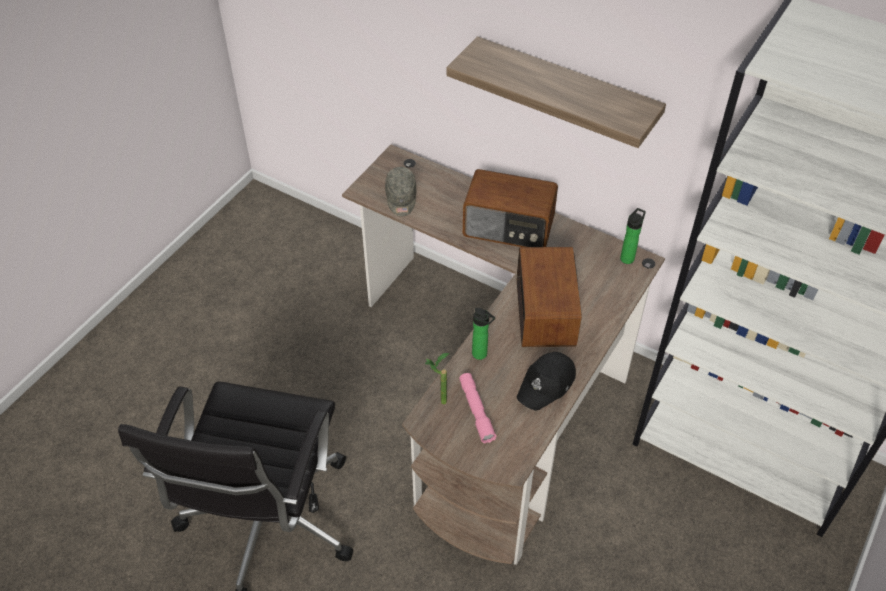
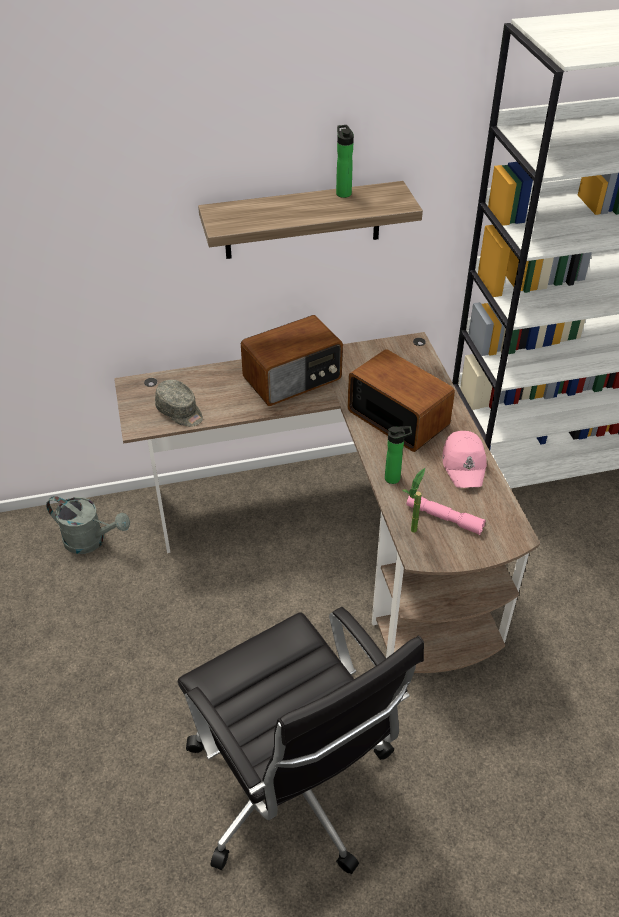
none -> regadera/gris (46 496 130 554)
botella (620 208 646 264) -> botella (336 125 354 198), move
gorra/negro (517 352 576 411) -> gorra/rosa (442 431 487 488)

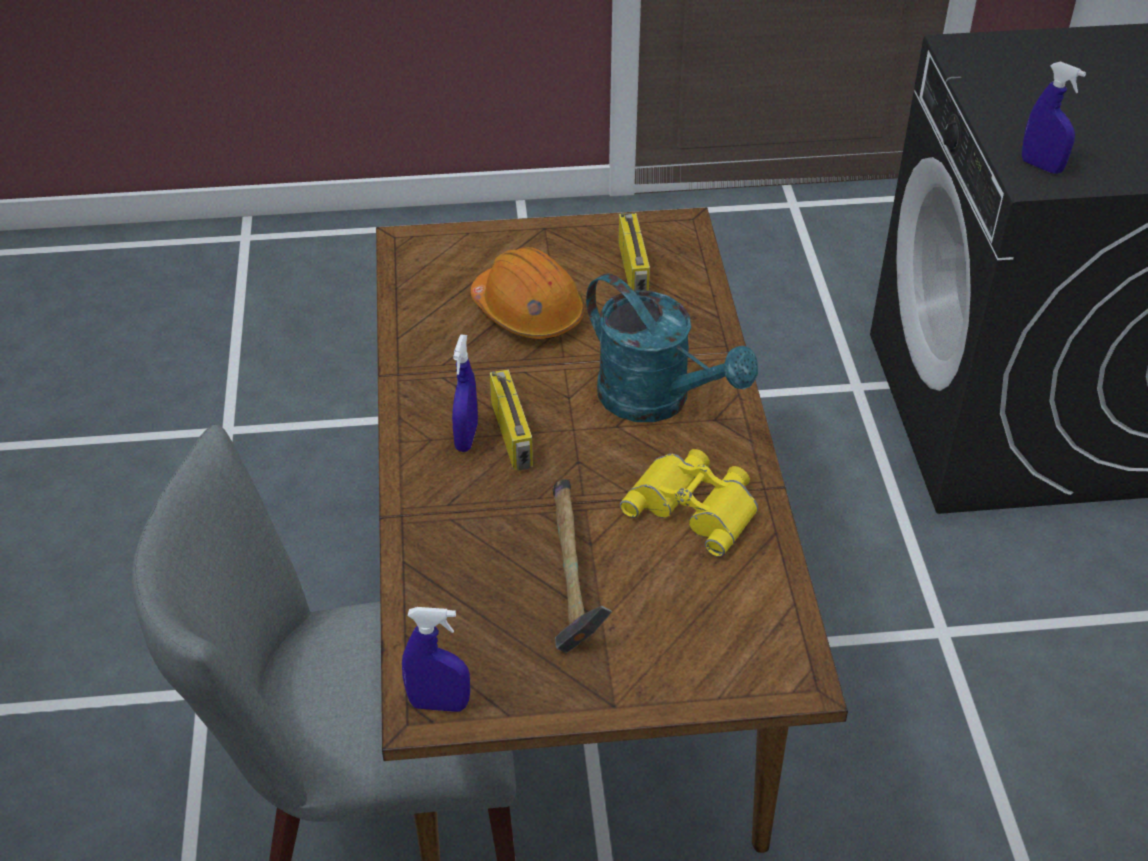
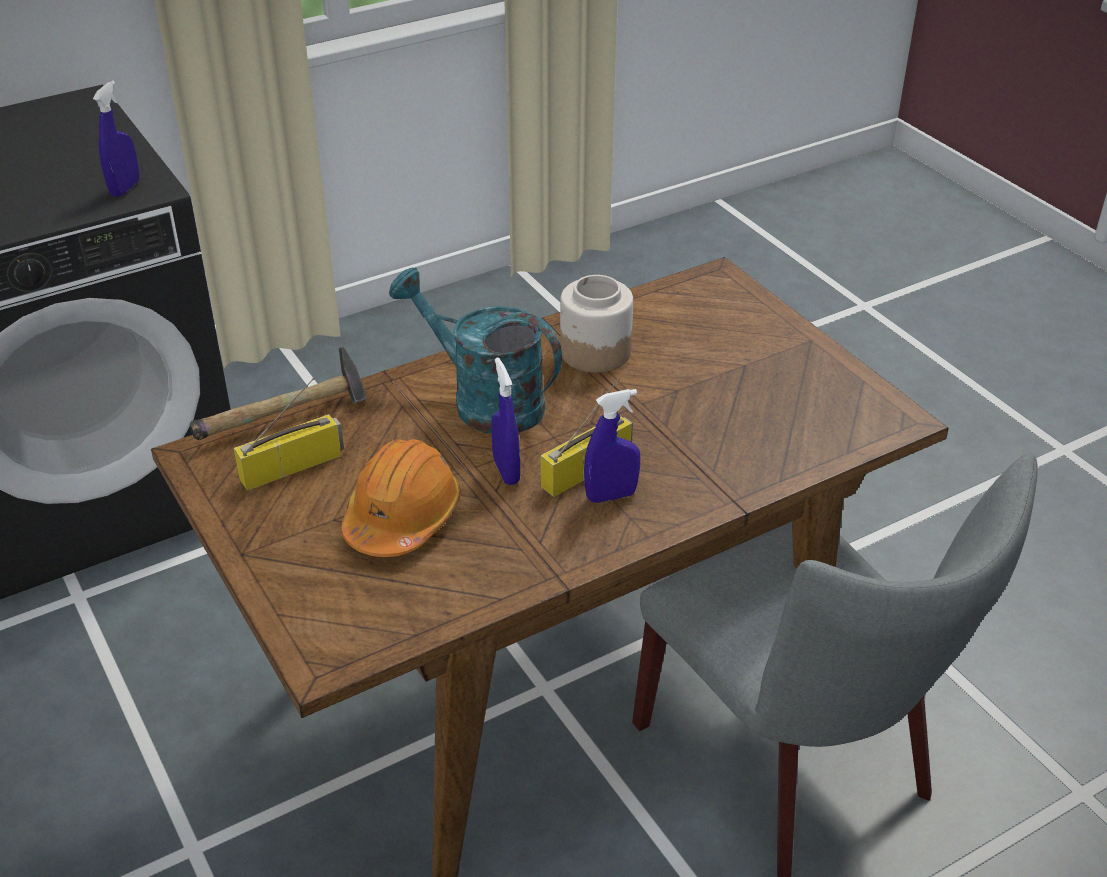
pulverizador/azul (402 607 470 712) -> pulverizador/azul (491 357 520 485), move
martillo (552 479 612 653) -> martillo (190 346 367 440), move
prismáticos/amarillo (620 449 758 557) -> tarro (560 275 633 373)
regadera/turquesa (586 273 758 422) -> regadera/turquesa (389 267 562 434), 75 degrees counterclockwise

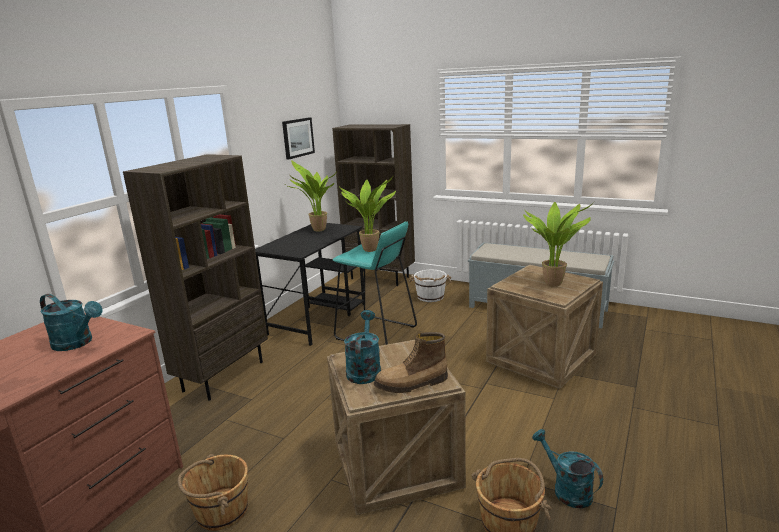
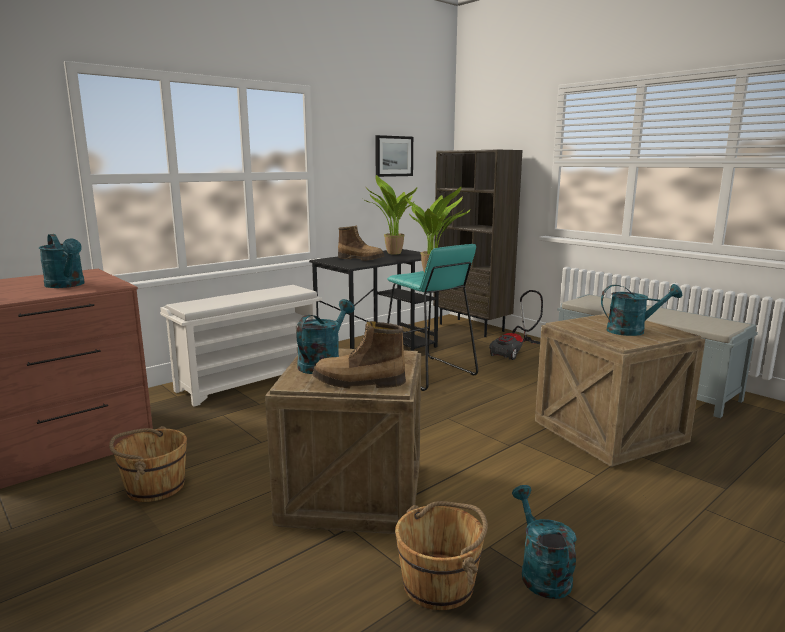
none -> bota (338 225 384 261)
estantería/marrón (123 154 268 401) -> zapatero/blanco (160 285 322 407)
cubo/blanco (409 270 451 302) -> aspiradora (489 290 543 360)
planta en maceta (523 201 595 287) -> regadera/turquesa (601 284 682 336)

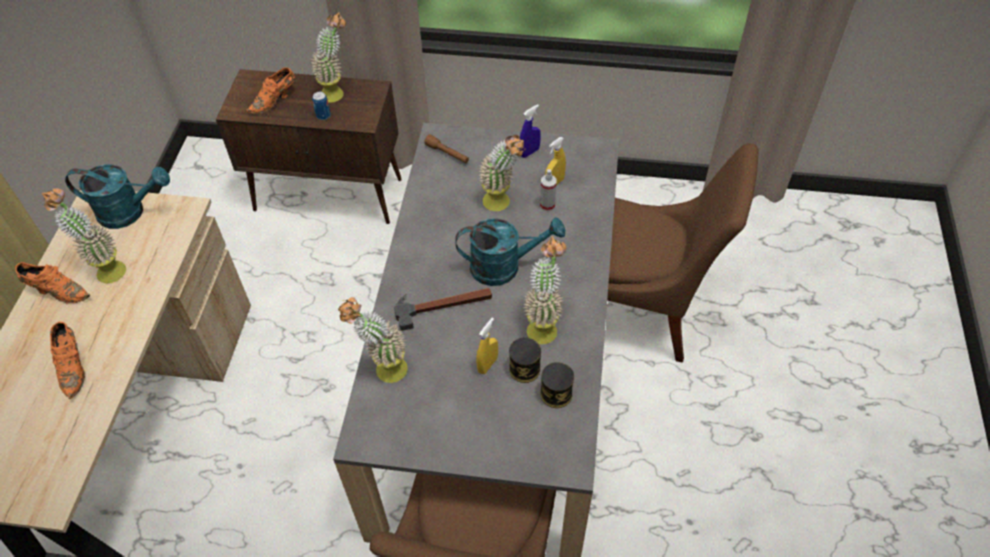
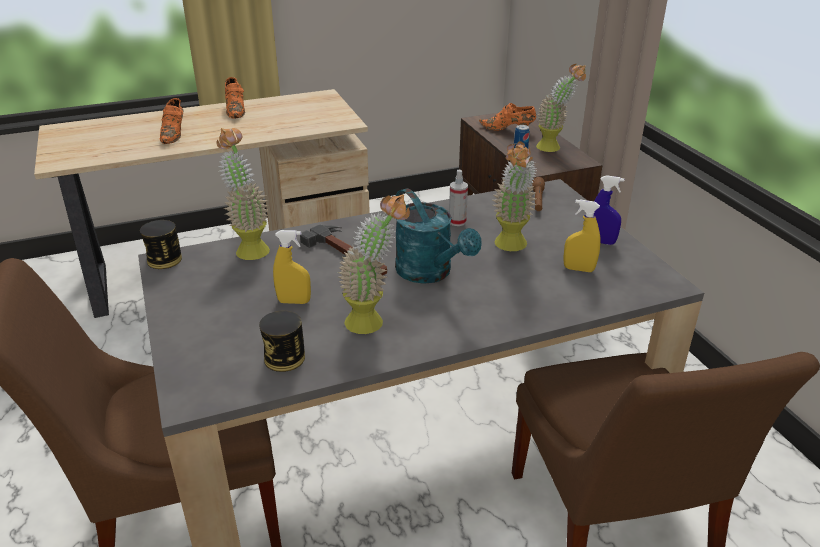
planta en maceta (42 189 126 283) -> none
regadera/turquesa (65 164 170 229) -> none
lata (509 337 541 383) -> lata (140 220 182 269), move
pulverizador (540 169 557 211) -> pulverizador (449 170 468 226), move
zapato/naranja (50 322 85 399) -> zapato/naranja (160 98 184 144), 45 degrees counterclockwise

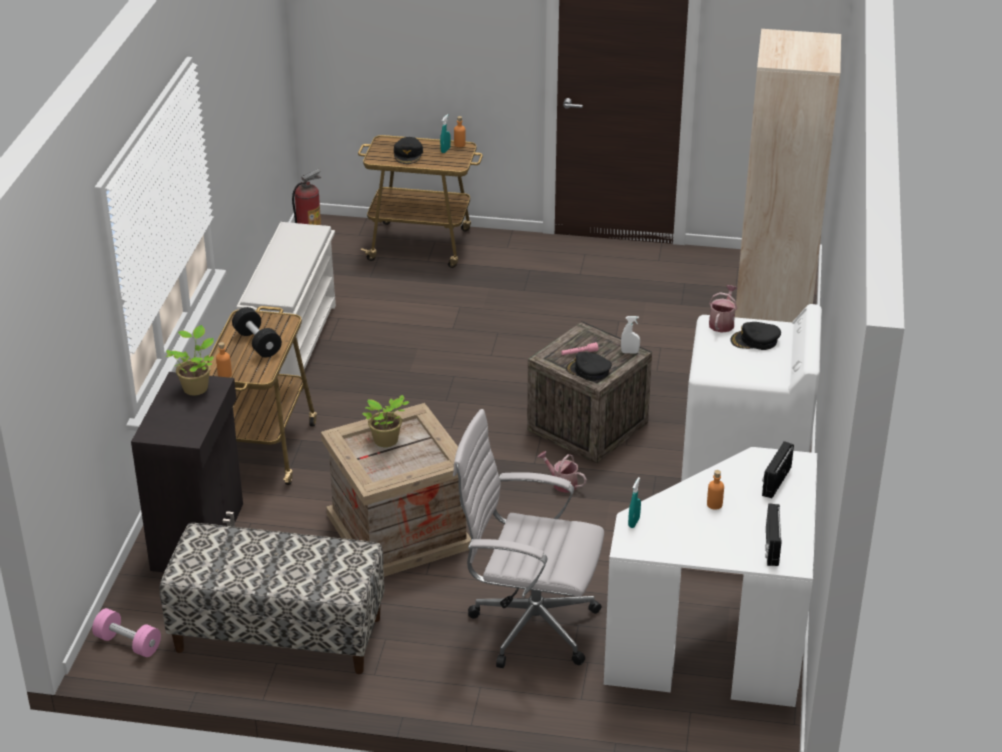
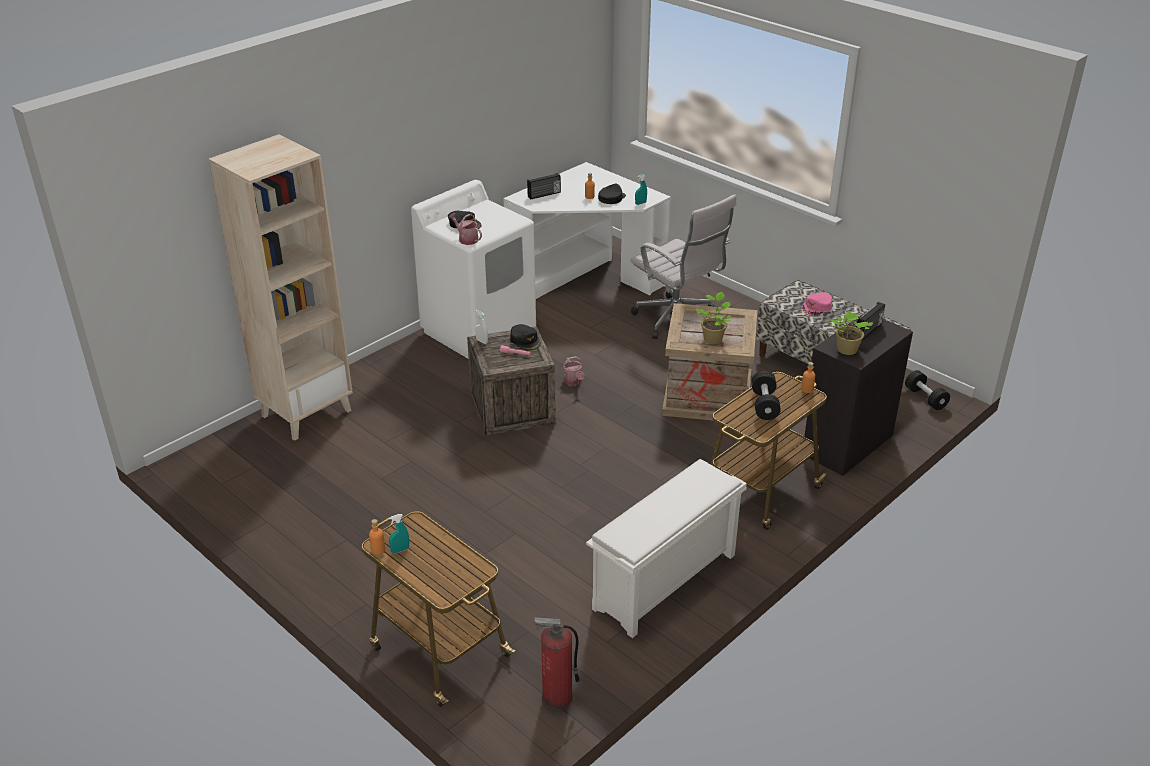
none -> gorra/rosa (801 292 832 315)
gorra/negro (394 137 423 164) -> gorra/negro (598 184 626 204), move
radio (765 503 782 566) -> radio (856 302 885 340), move
mancuerna/rosa (92 608 161 657) -> mancuerna/negro (905 370 950 410)
regadera (709 285 737 333) -> regadera (448 213 482 245), 75 degrees clockwise

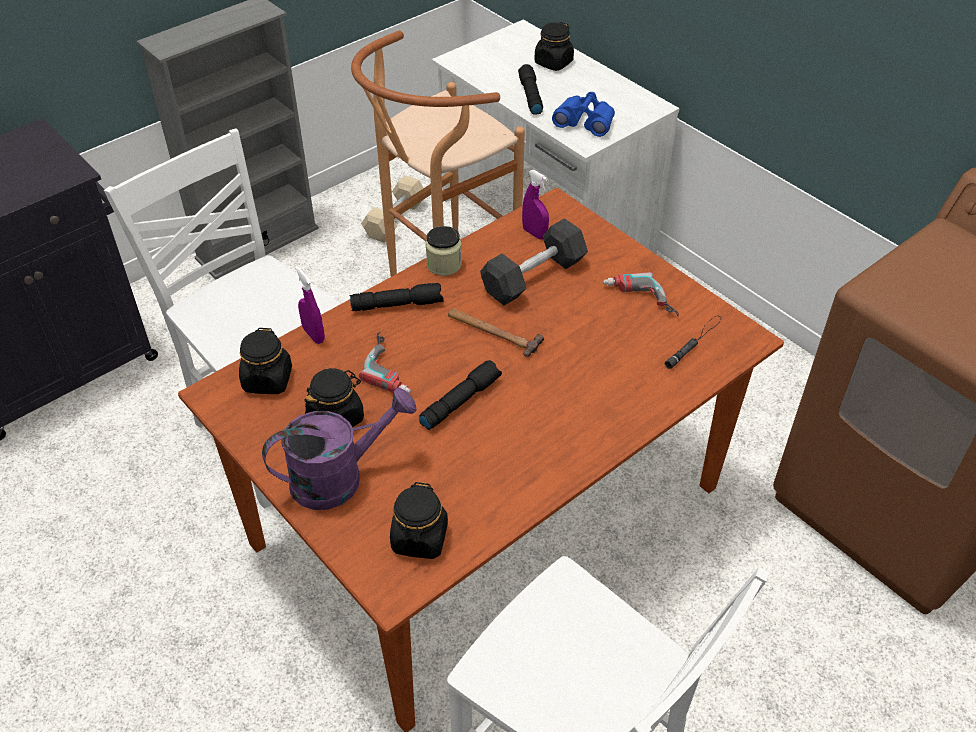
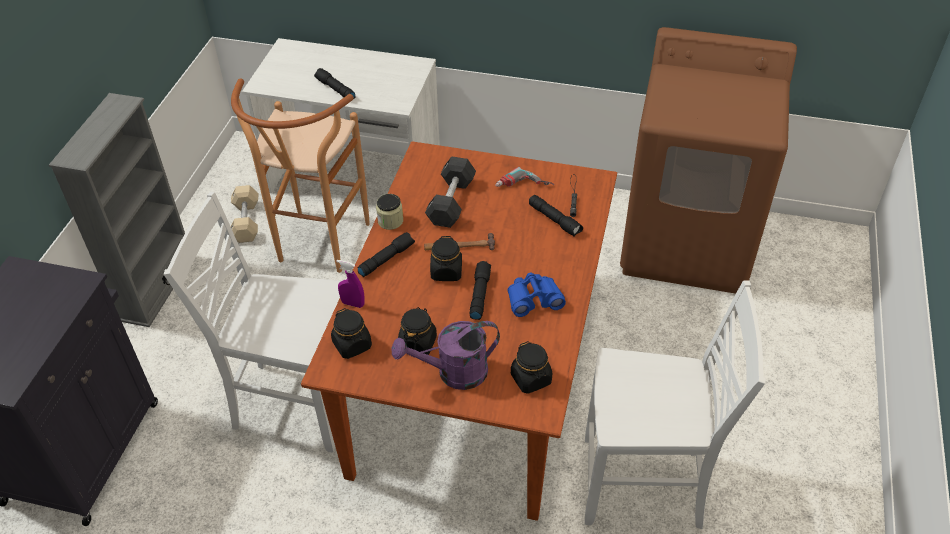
taladro (359 331 411 393) -> none
pulverizador/morado (522 170 549 240) -> none
none -> linterna/negro (529 195 583 237)
tarro/negro (534 22 574 71) -> tarro/negro (430 236 462 281), move
prismáticos/azul (552 92 615 137) -> prismáticos/azul (507 272 566 317), move
regadera/morado (262 388 417 510) -> regadera/morado (392 321 500 390), 135 degrees counterclockwise

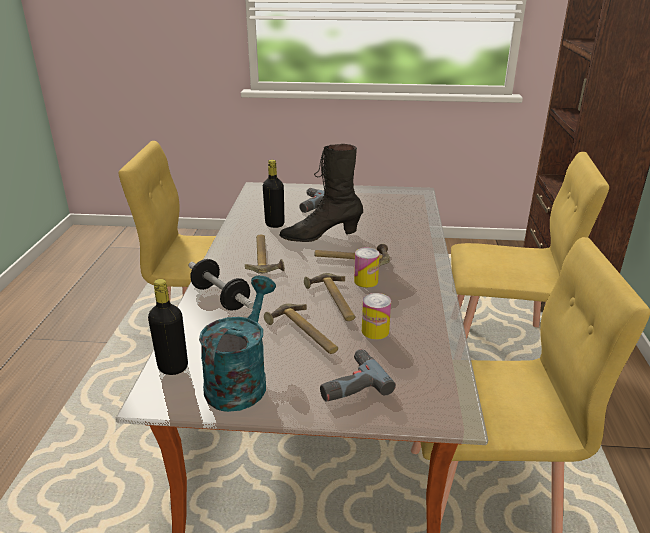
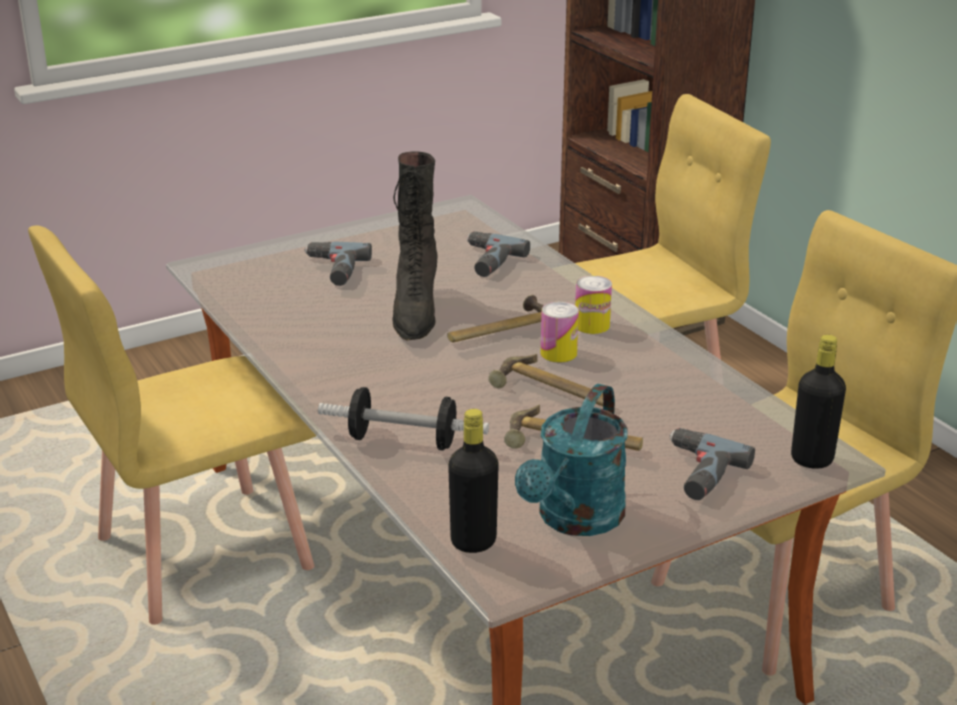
martillo (245 235 285 274) -> none
none -> taladro (466 231 530 277)
botella/negro (263 160 284 228) -> botella/negro (791 335 846 469), move
lata (362 293 391 340) -> lata (575 275 612 334), move
regadera/turquesa (199 276 276 412) -> regadera/turquesa (515 384 628 536), 135 degrees counterclockwise
bota/negro (279 144 363 242) -> bota/negro (393 151 438 340), 45 degrees counterclockwise

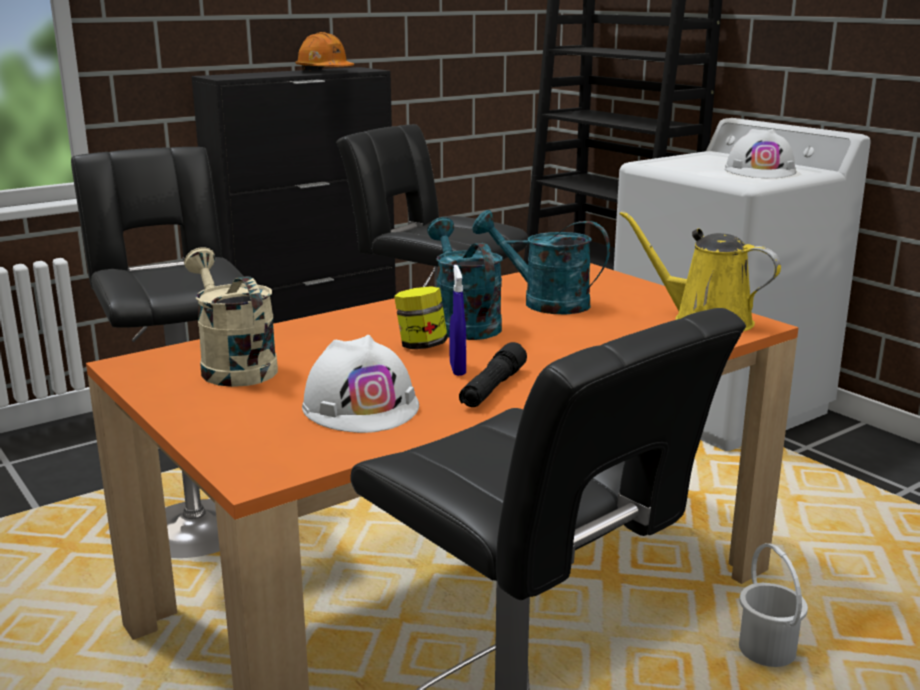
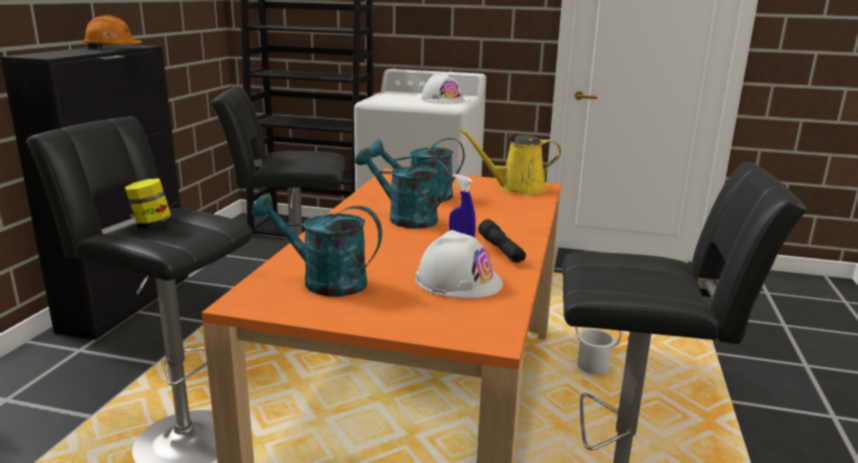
tarro (394 286 448 349) -> tarro (125 178 172 228), move
regadera/beis (184 247 278 387) -> regadera/turquesa (252 194 382 296)

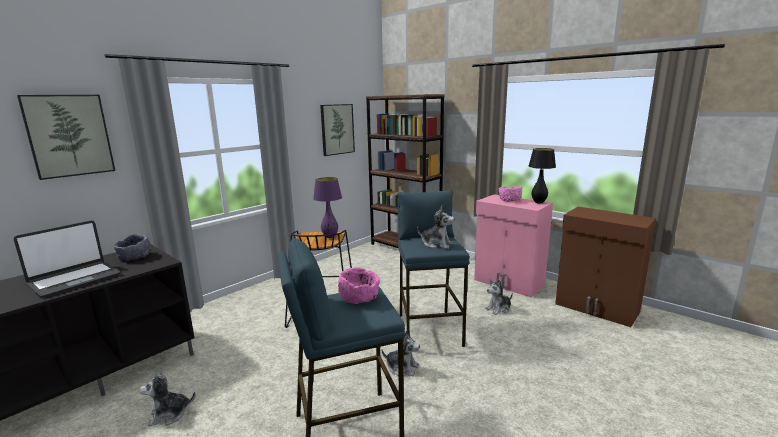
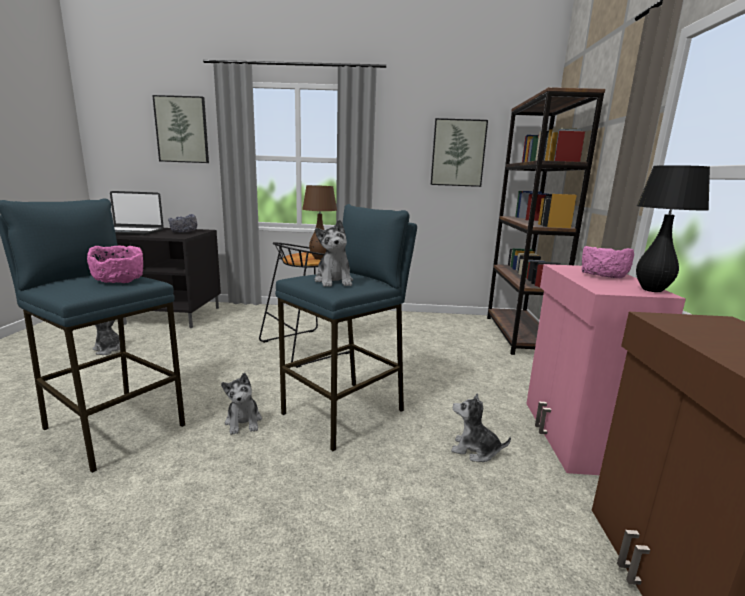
lámpara de mesa/morado (313 177 342 238) -> lámpara de mesa/marrón (302 185 337 260)

